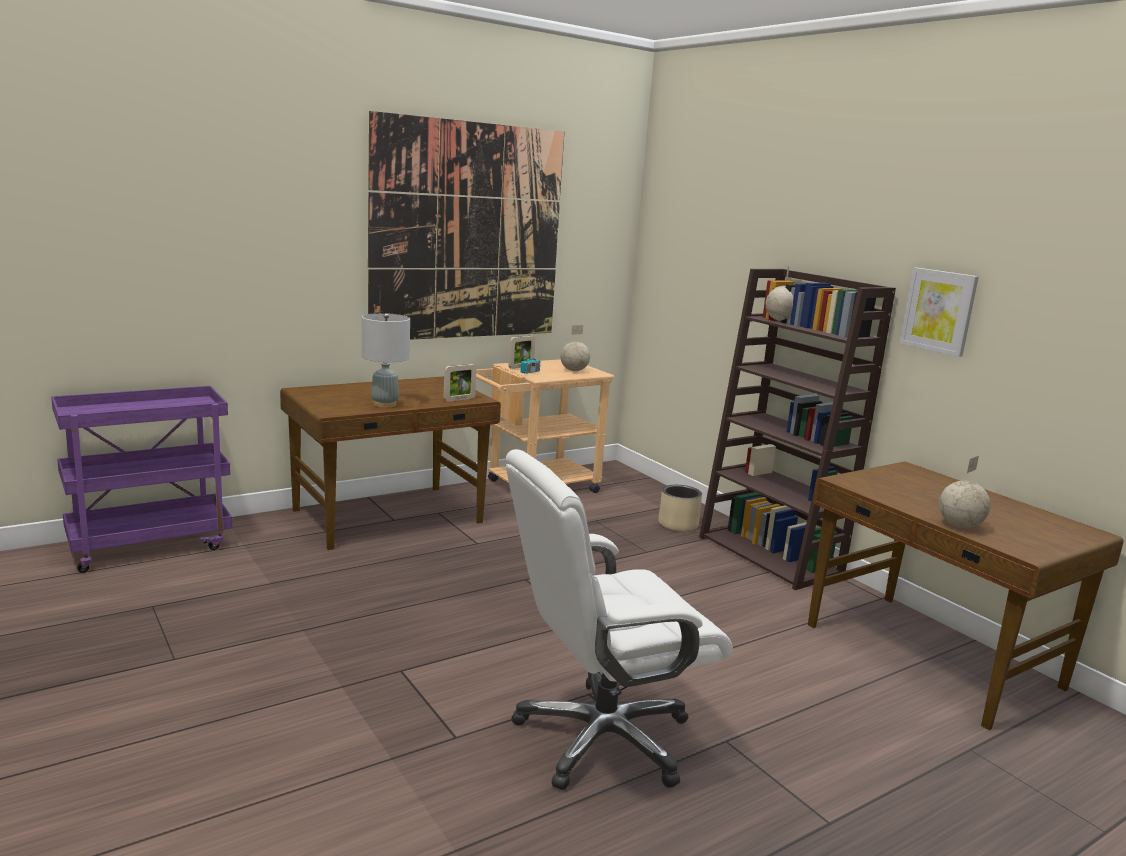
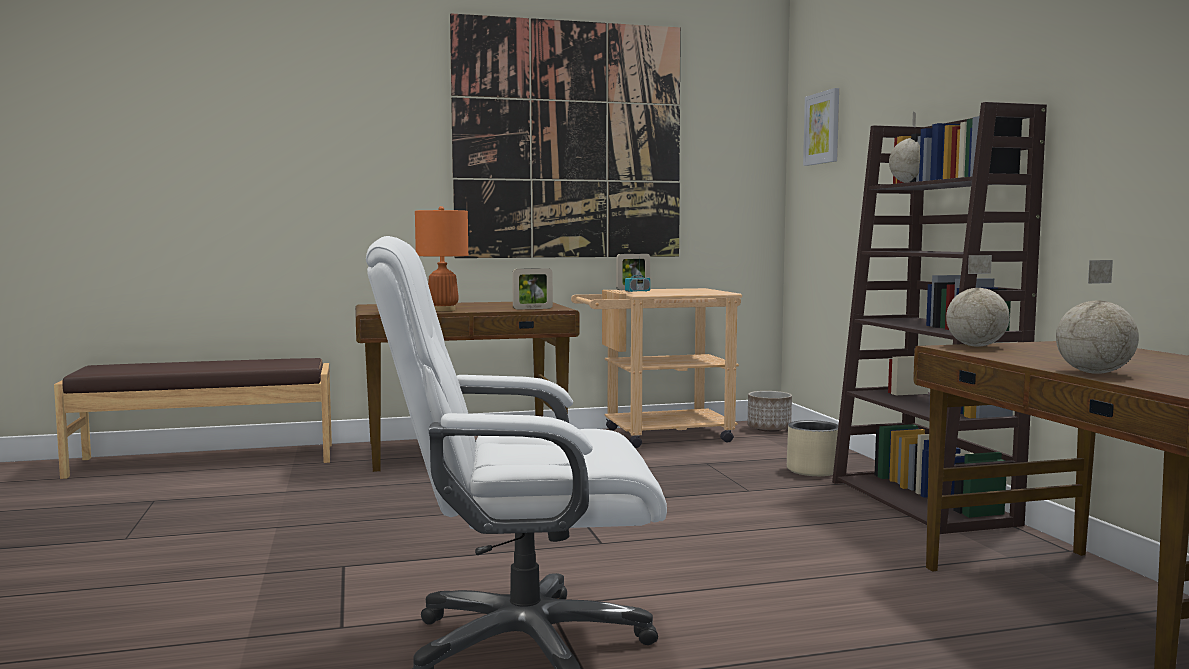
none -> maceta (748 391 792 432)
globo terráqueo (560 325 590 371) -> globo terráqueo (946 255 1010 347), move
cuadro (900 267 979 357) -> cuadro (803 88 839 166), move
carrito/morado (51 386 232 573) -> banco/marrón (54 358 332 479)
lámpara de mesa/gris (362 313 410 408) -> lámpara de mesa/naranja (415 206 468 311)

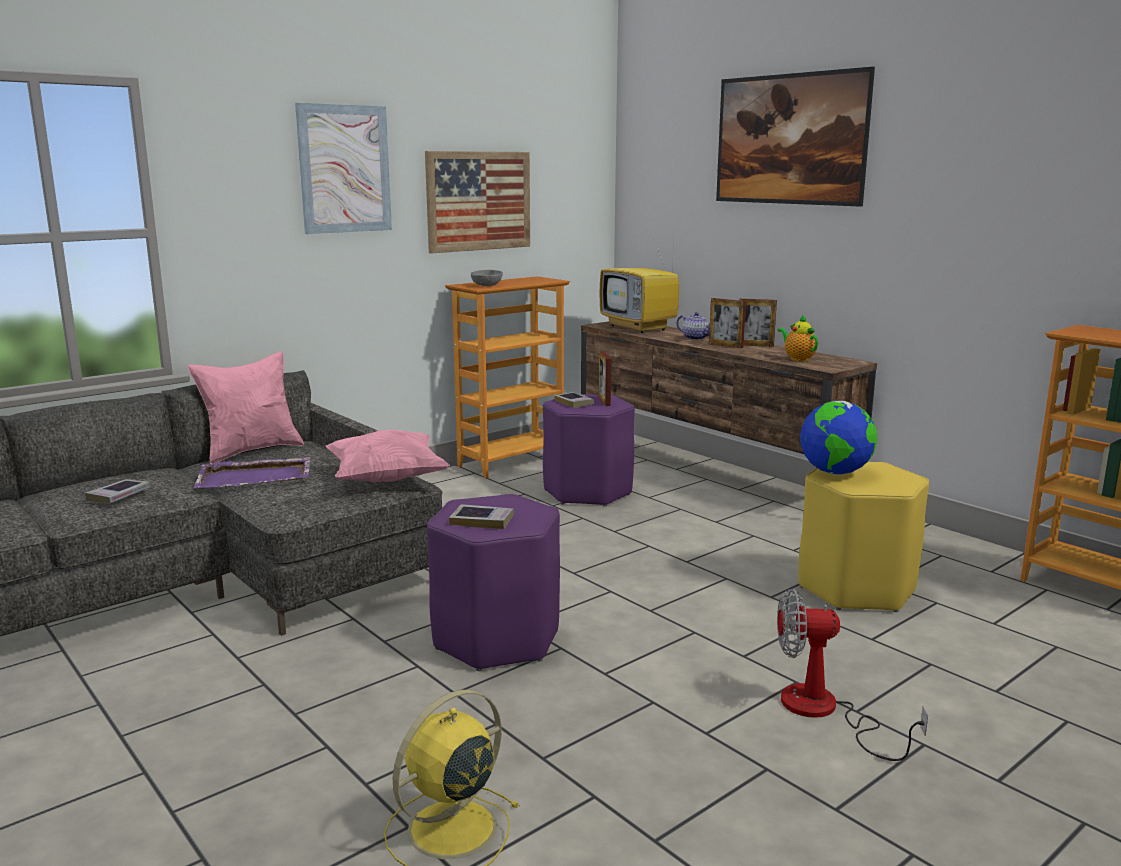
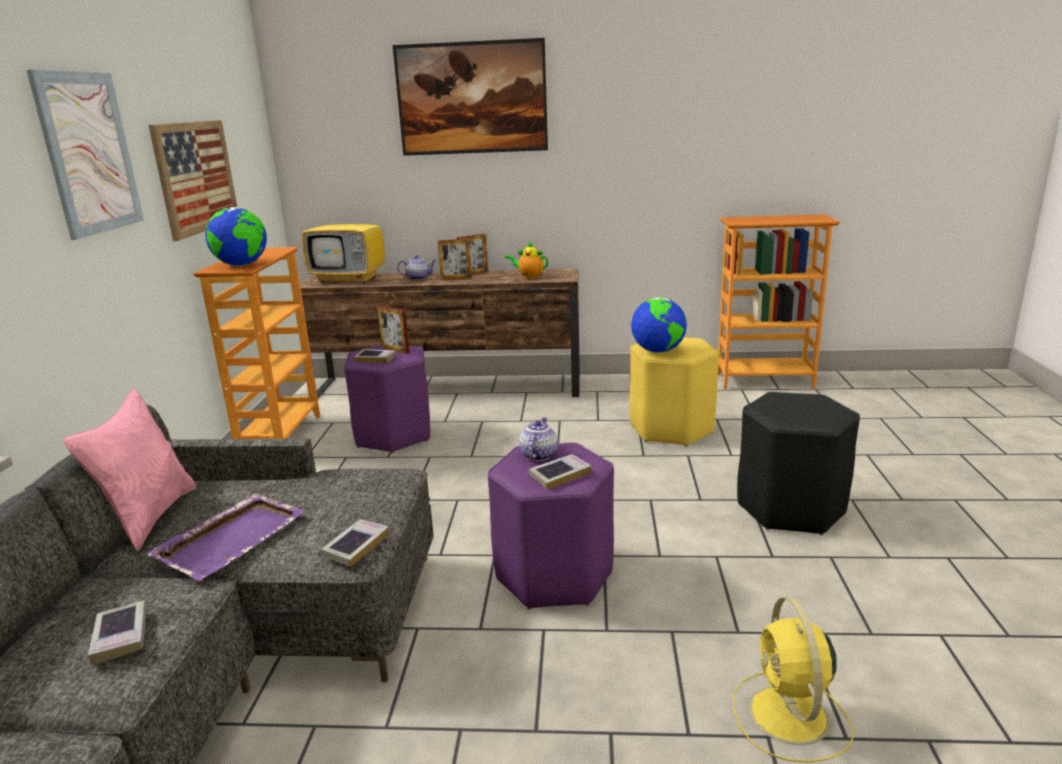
cojín/rosa (325 430 450 483) -> none
none -> libro (321 519 389 567)
none -> tetera (519 417 558 461)
cuenco/gris (471 270 503 286) -> globo terráqueo (205 207 267 266)
ventilador (777 589 928 761) -> taburete/negro (737 392 860 535)

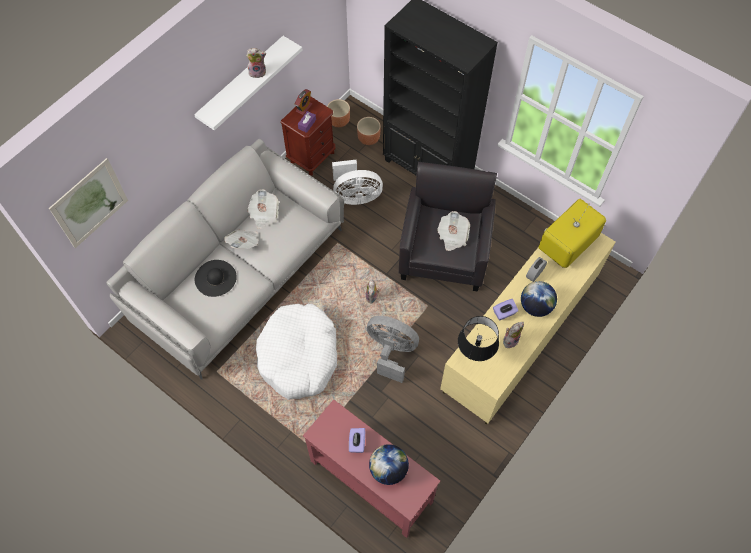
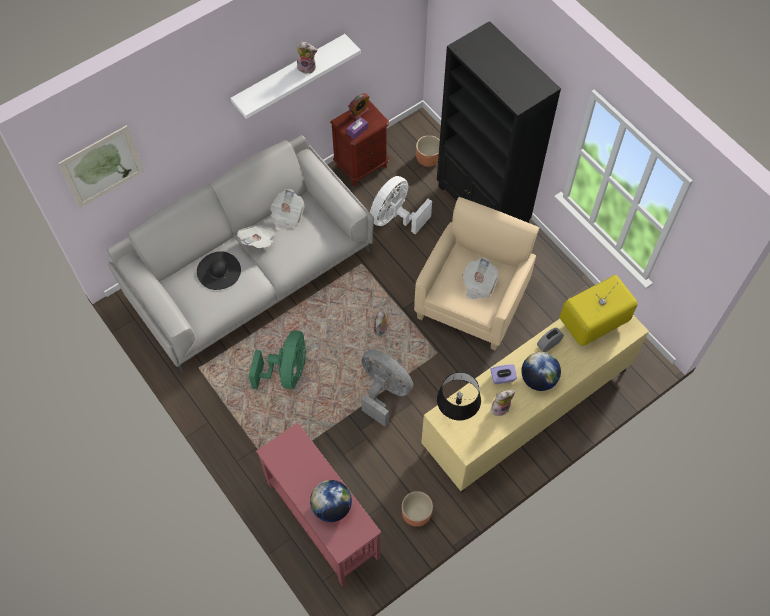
caja de pañuelos/morado (349 428 365 453) -> none
maceta/marrón (327 99 350 127) -> maceta/marrón (401 491 433 527), move
cama para perro/blanco (256 303 337 400) -> ventilador/verde (249 330 306 389)
sillón/negro (399 162 497 291) -> sillón/beis (414 197 539 350)
ventilador/blanco (332 160 383 205) -> ventilador/blanco (370 176 432 234), 120 degrees clockwise

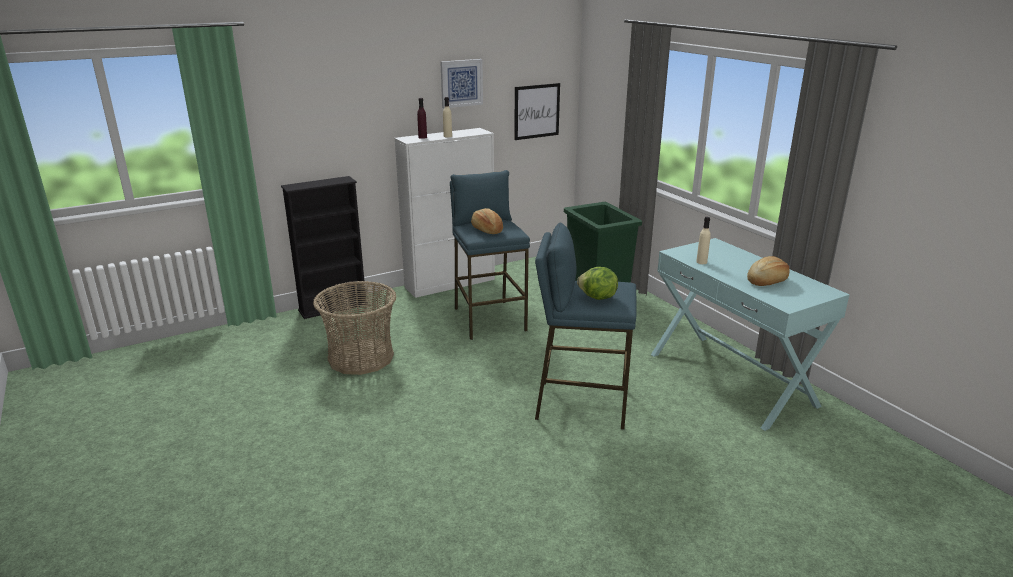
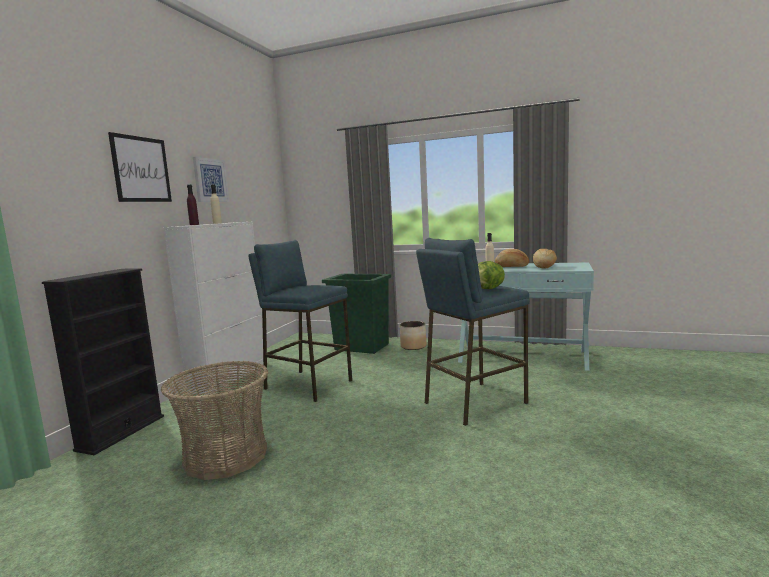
none -> maceta (400 321 426 350)
pan (471 208 503 234) -> pan (495 249 529 267), move
cuadro (514 83 560 140) -> cuadro (108 132 172 202), move

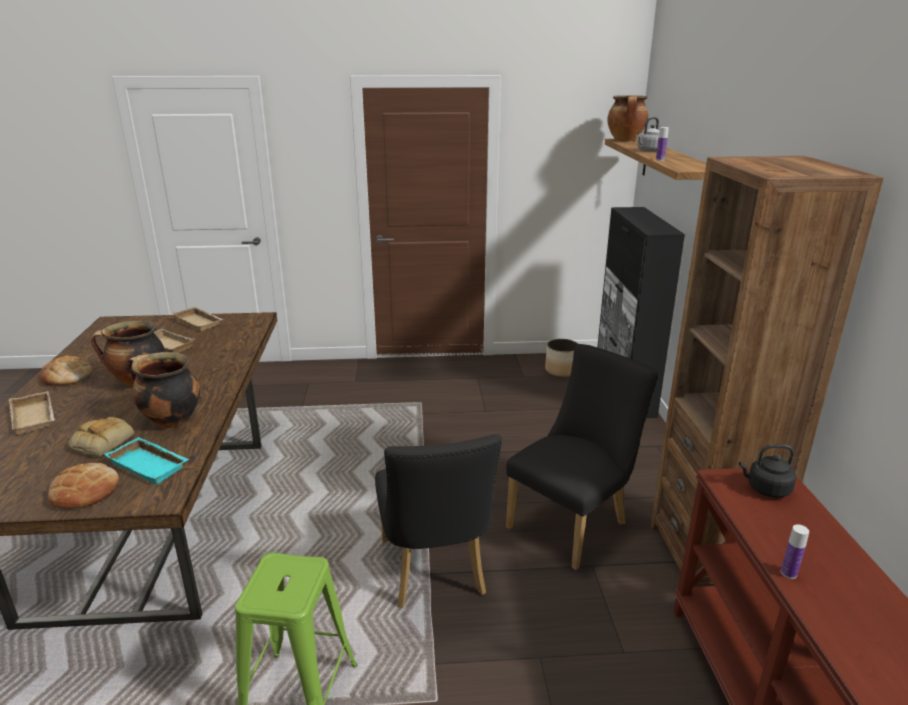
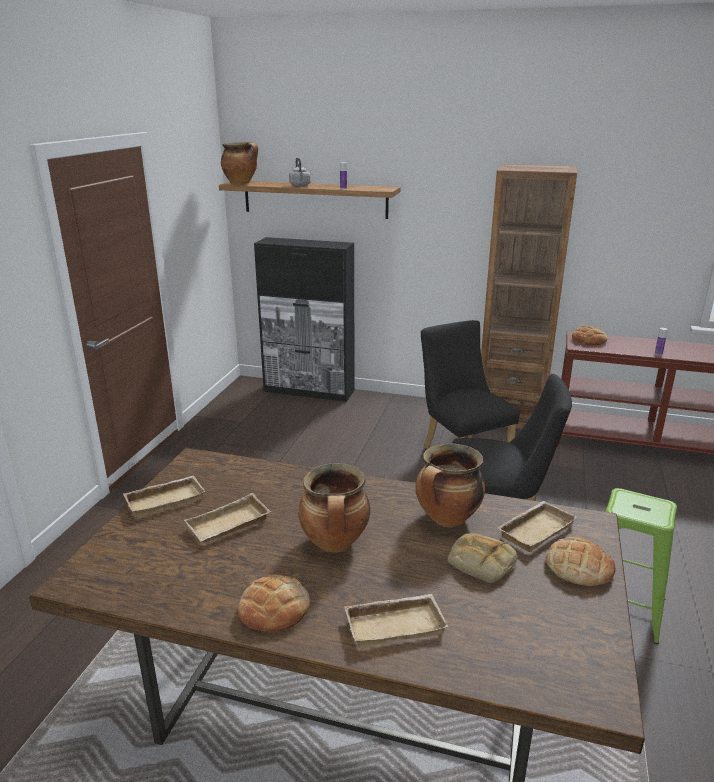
maceta (545 339 578 377) -> none
hervidor/negro (739 444 796 498) -> pan (572 326 608 345)
bandeja/turquesa (104 437 189 485) -> bandeja/beis (497 501 577 552)

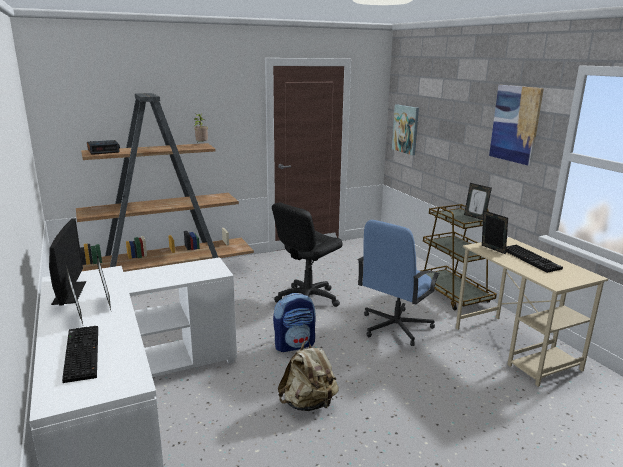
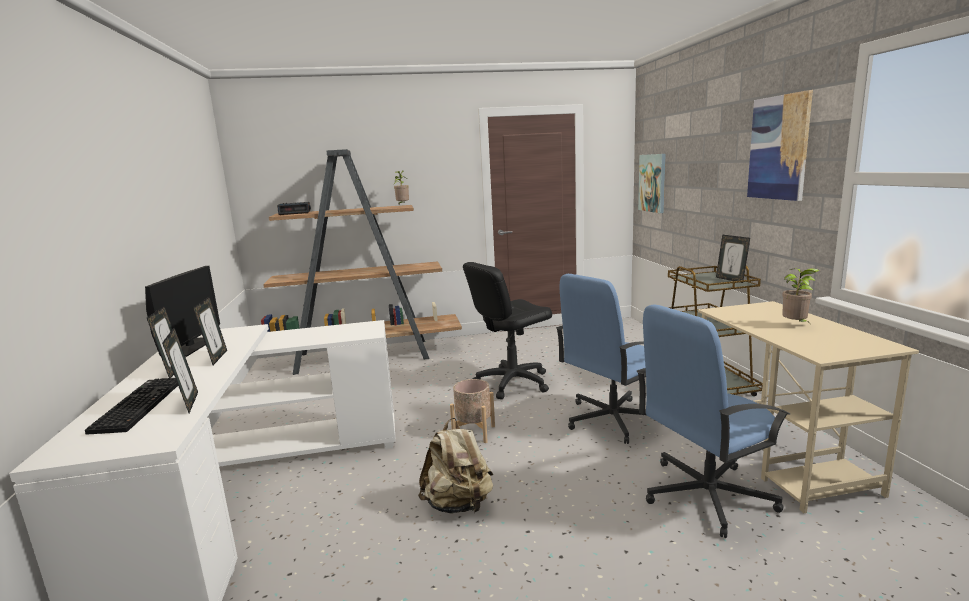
none -> silla de oficina/azul (636 304 790 538)
portarretratos (482 210 508 254) -> portarretratos (162 327 198 413), move
mochila (273 293 316 352) -> maceta/beis (450 379 495 443)
teclado (506 244 563 273) -> planta en maceta (782 268 820 322)

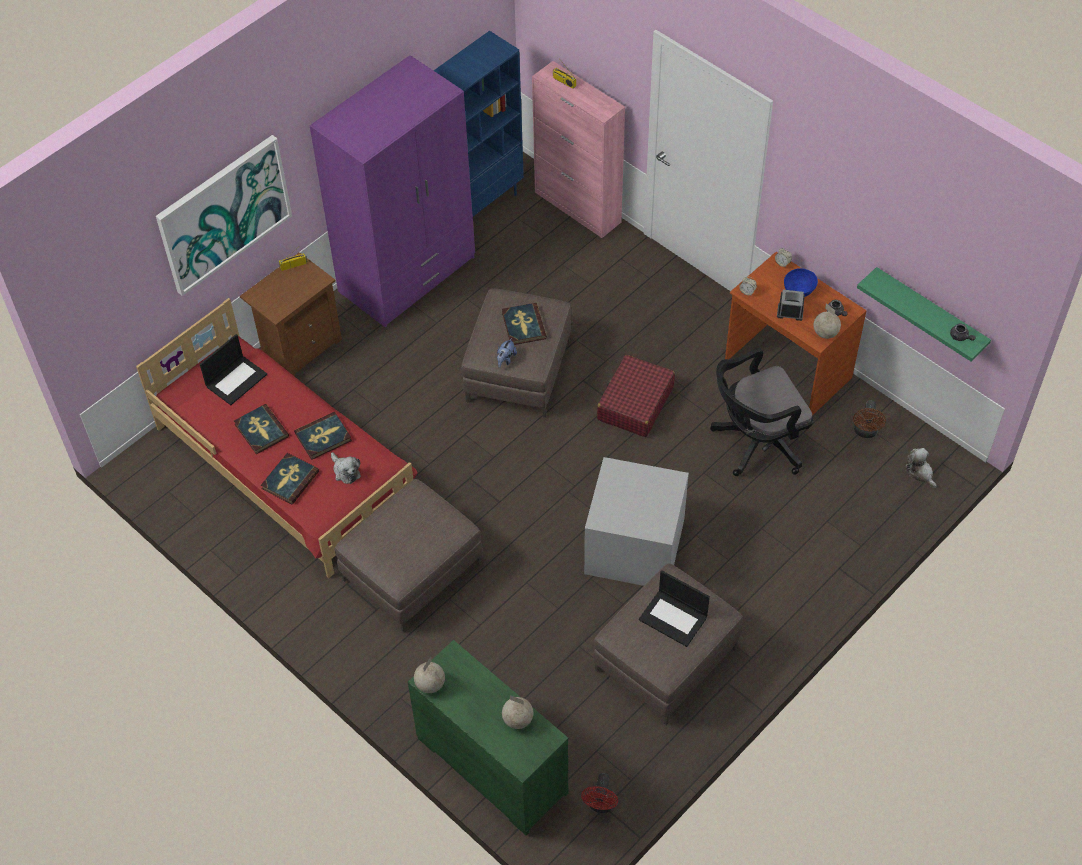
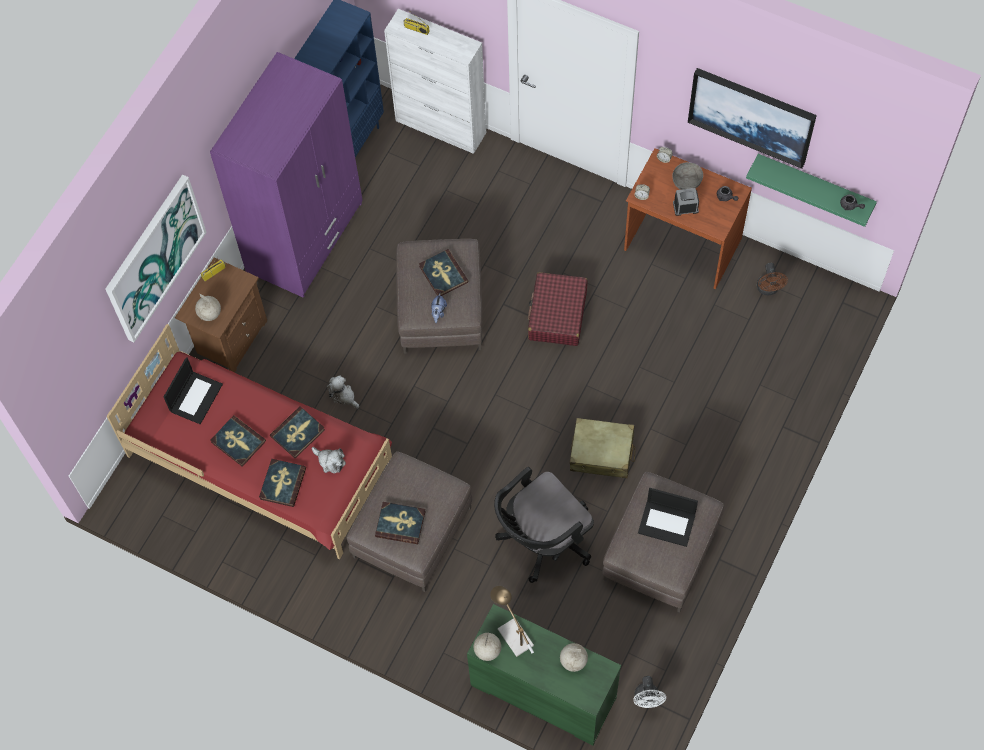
none -> libro (375 502 426 544)
none -> lámpara de mesa (490 586 534 657)
none -> cuadro (688 68 817 169)
silla de oficina/negro (710 348 813 476) -> silla de oficina/negro (494 467 594 583), move
globo terráqueo (813 303 841 339) -> globo terráqueo (195 293 221 321), move
peluche (905 448 937 488) -> peluche (327 375 359 408), move
caja de almacenaje/gris (584 457 689 586) -> maleta/beis (570 418 635 478)
armario/rosa (532 61 625 238) -> armario/blanco (384 9 486 154)
ventilador/rojo (581 773 618 813) -> ventilador/blanco (633 676 666 708)
cuenco/azul (784 268 818 297) -> cuenco/gris (672 162 703 190)

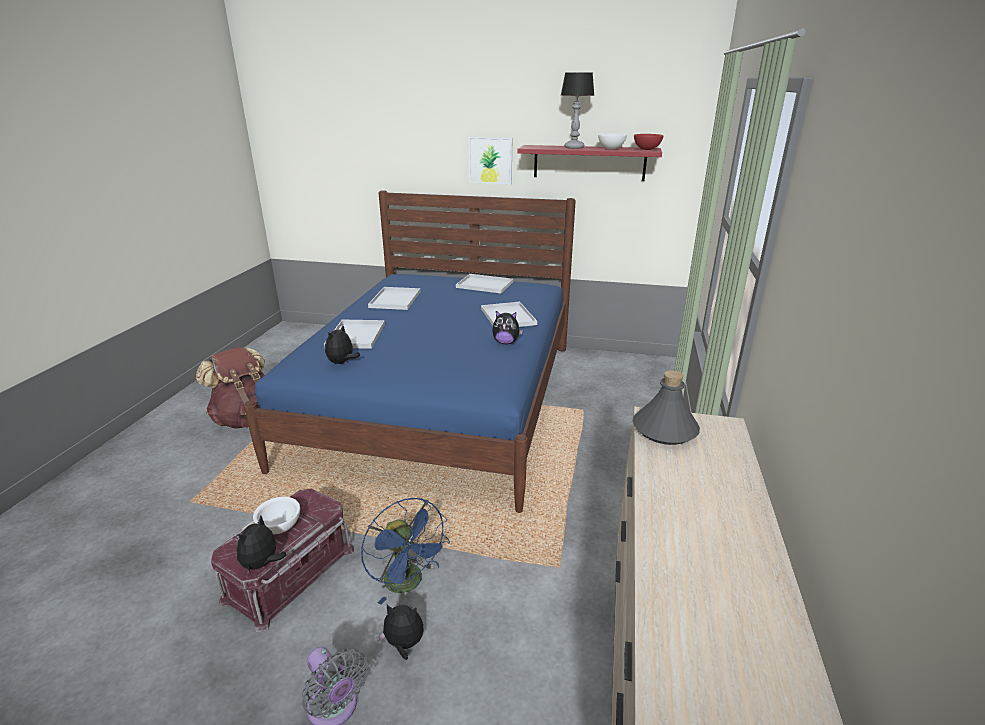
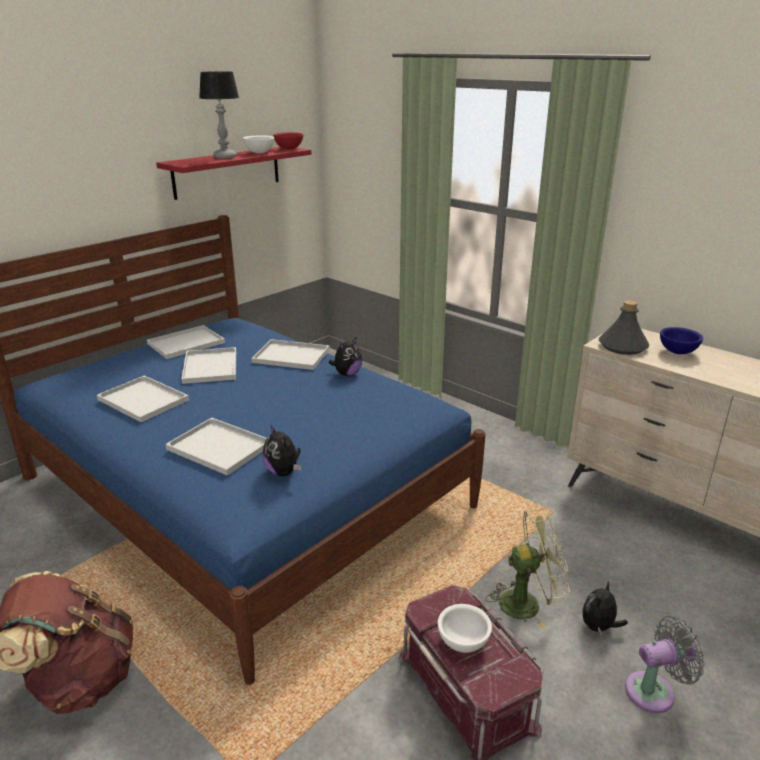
peluche (236 515 286 574) -> none
cuadro (468 137 512 184) -> none
none -> bandeja/blanco (181 347 236 384)
none -> cuenco/azul (660 327 703 354)
ventilador/azul (361 498 450 605) -> ventilador/verde (486 509 570 631)

